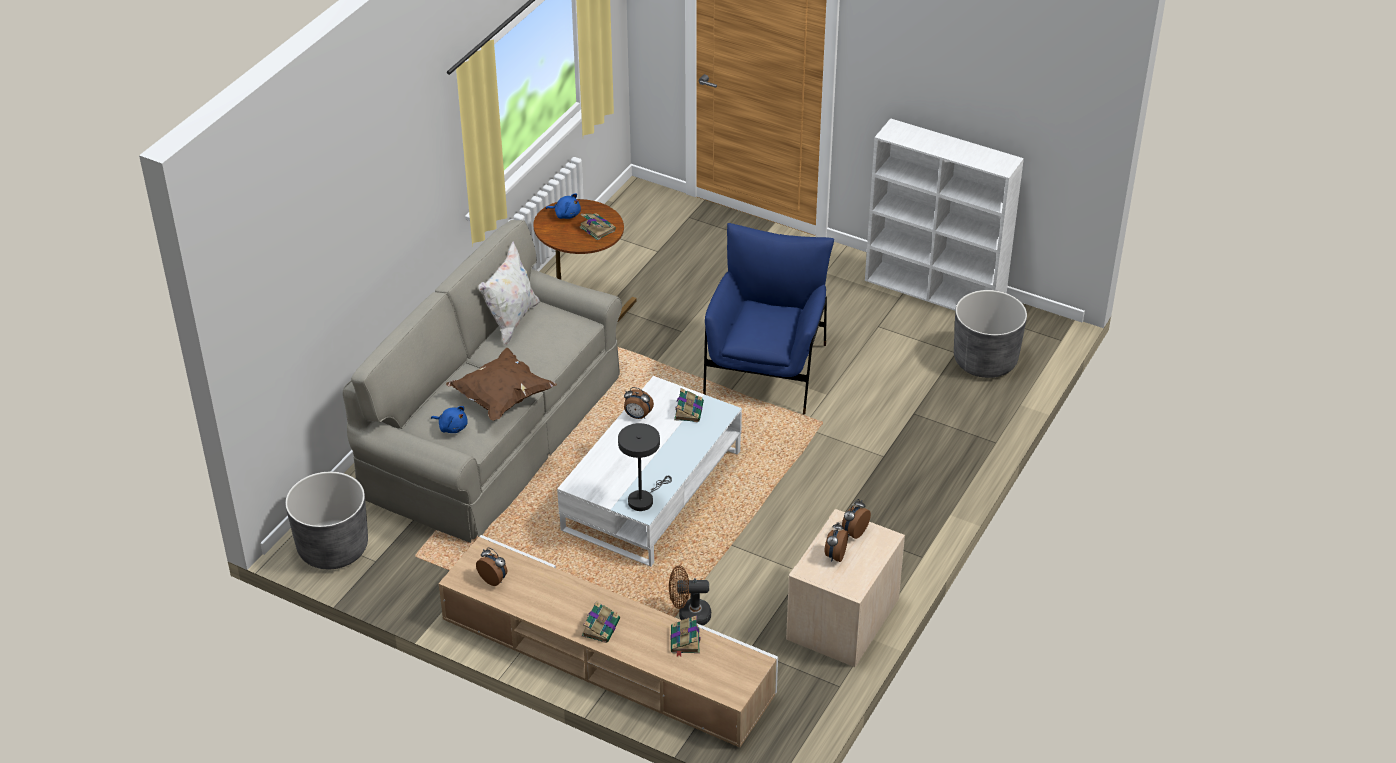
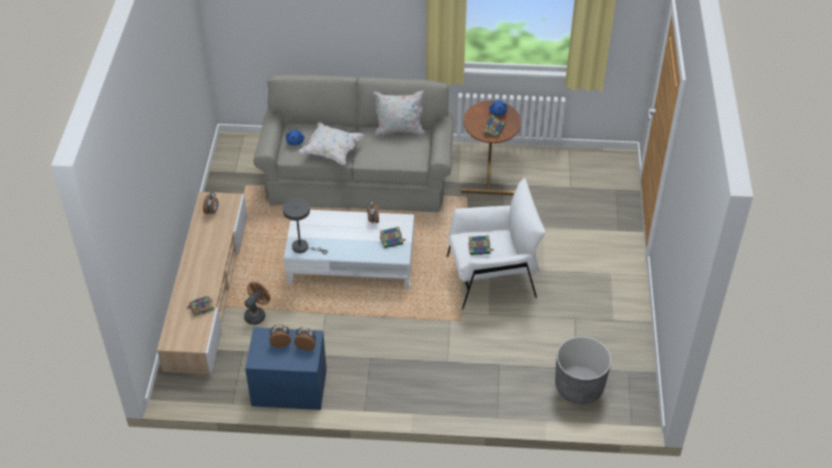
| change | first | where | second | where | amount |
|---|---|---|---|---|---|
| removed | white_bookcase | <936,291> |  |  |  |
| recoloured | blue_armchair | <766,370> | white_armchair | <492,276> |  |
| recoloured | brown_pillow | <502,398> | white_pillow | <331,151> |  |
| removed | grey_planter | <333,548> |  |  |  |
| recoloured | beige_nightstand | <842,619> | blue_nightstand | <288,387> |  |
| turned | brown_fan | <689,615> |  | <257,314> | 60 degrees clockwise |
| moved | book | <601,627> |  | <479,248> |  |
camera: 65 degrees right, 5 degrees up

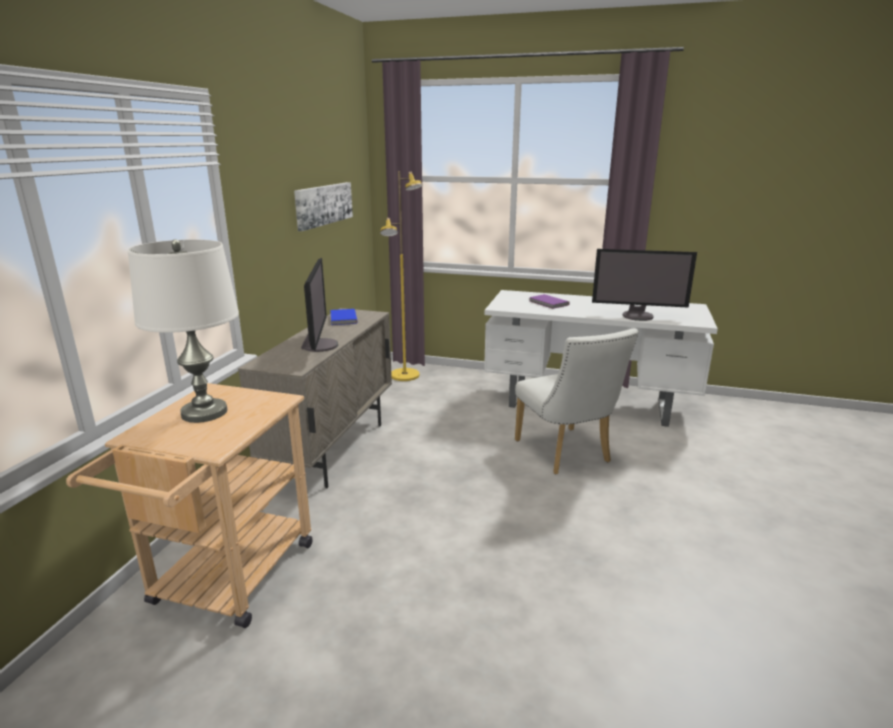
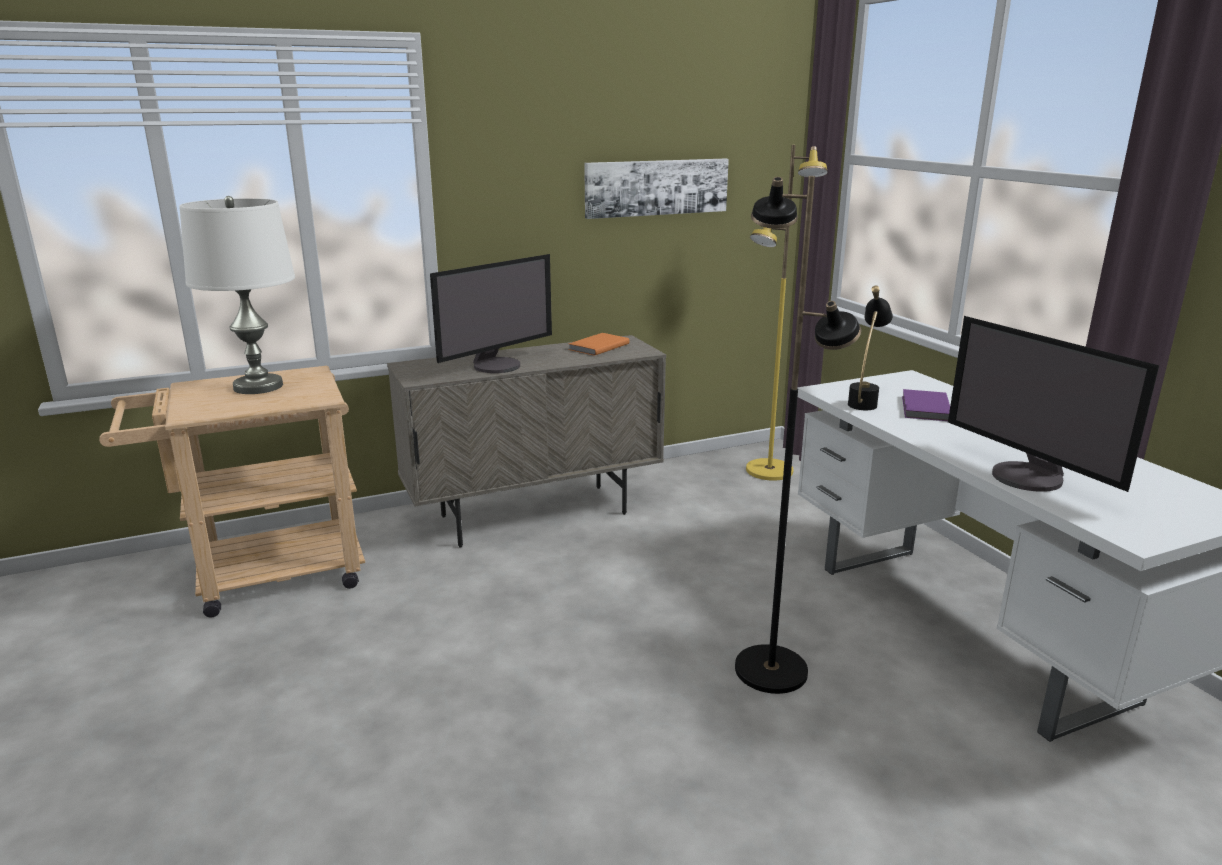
| change | first | where | second | where | amount |
|---|---|---|---|---|---|
| recoloured | blue_book | <342,319> | orange_book | <597,346> |  |
| replaced | white_chair | <566,454> | black_floor_lamp | <771,669> |  |
| added |  |  | black_table_lamp | <864,401> |  |
camera: 50 degrees right, 0 degrees up

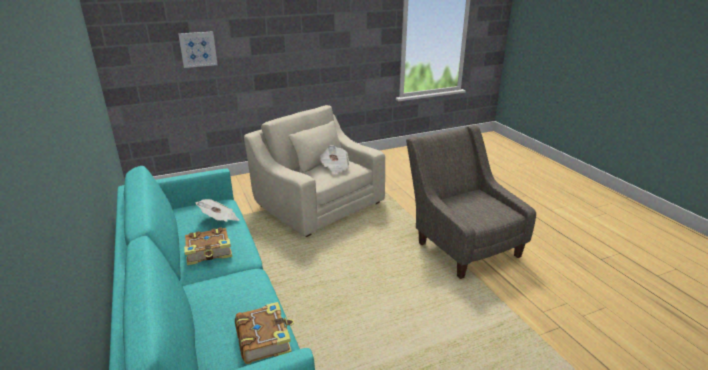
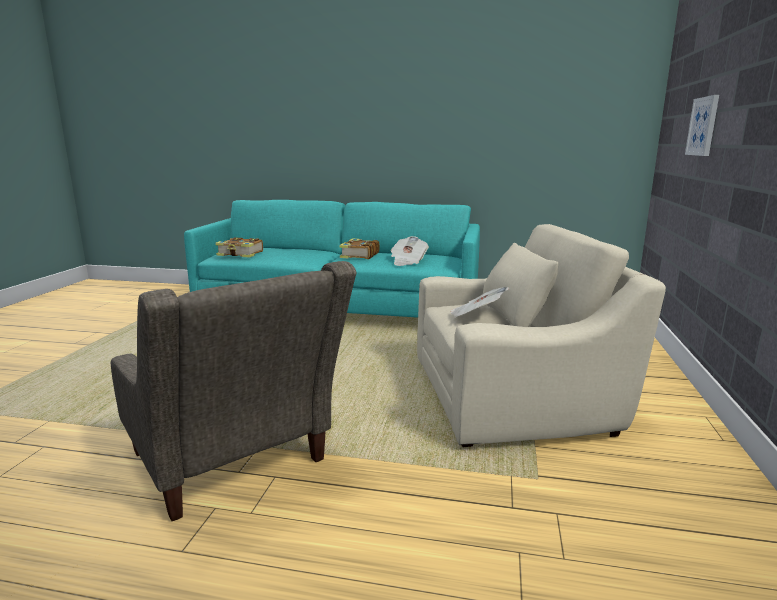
| change | first | where | second | where | amount |
|---|---|---|---|---|---|
| turned | grey_armchair | <461,244> |  | <236,466> | 45 degrees clockwise |
camera: 125 degrees right, 10 degrees down

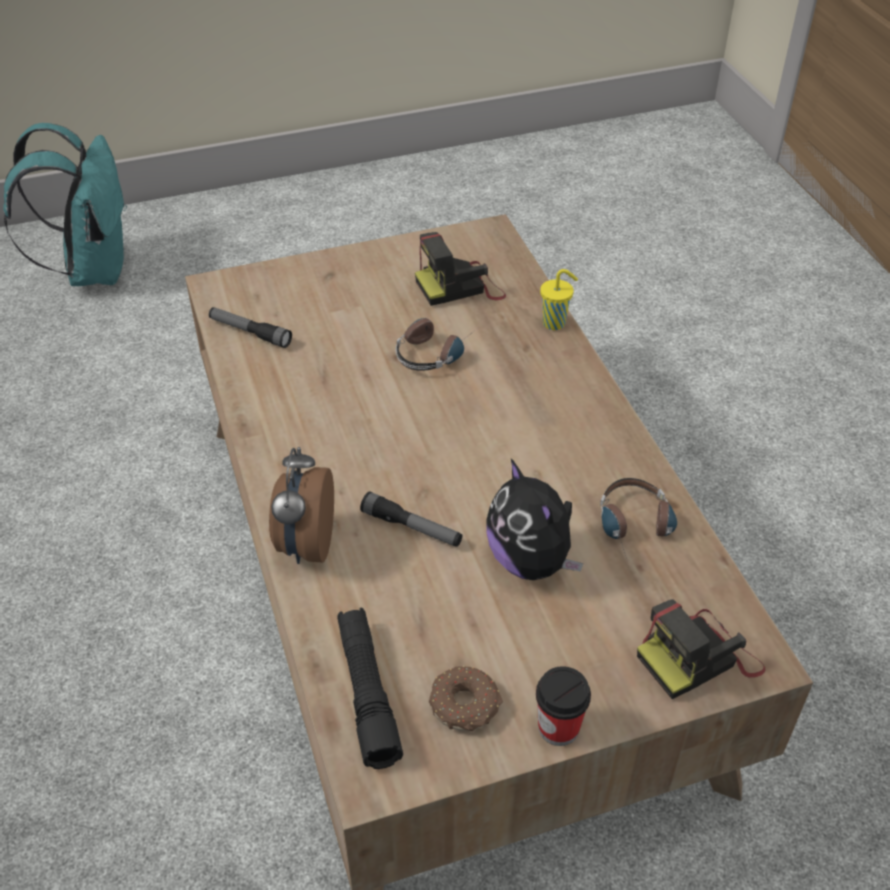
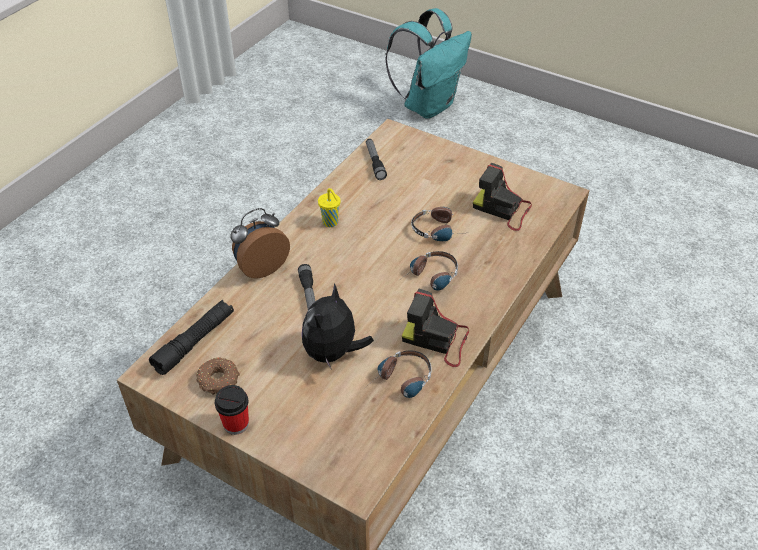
| change | first | where | second | where | amount |
|---|---|---|---|---|---|
| moved | yellow_cup | <555,323> |  | <331,223> |  |
| moved | photo_camera | <698,657> |  | <437,339> |  |
| added |  |  | headphones | <429,279> |  |
camera: 50 degrees right, 0 degrees up

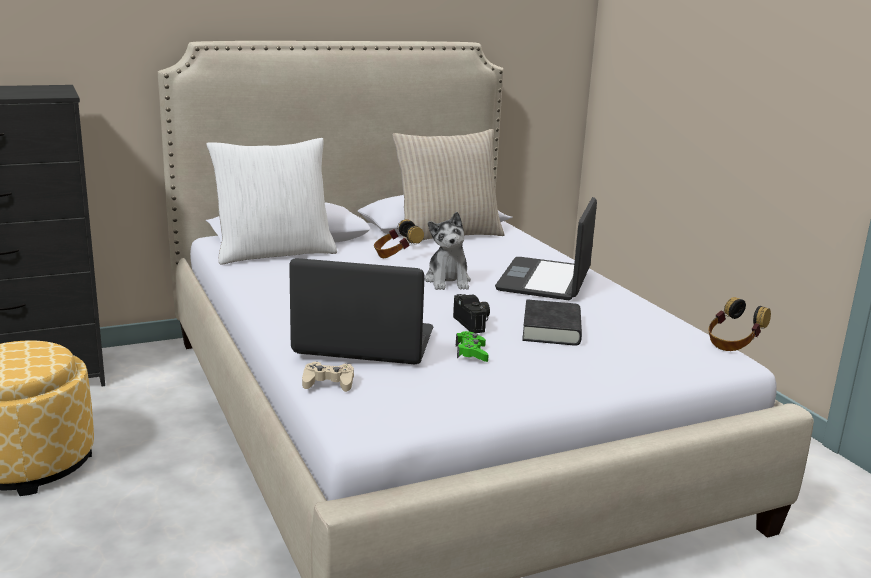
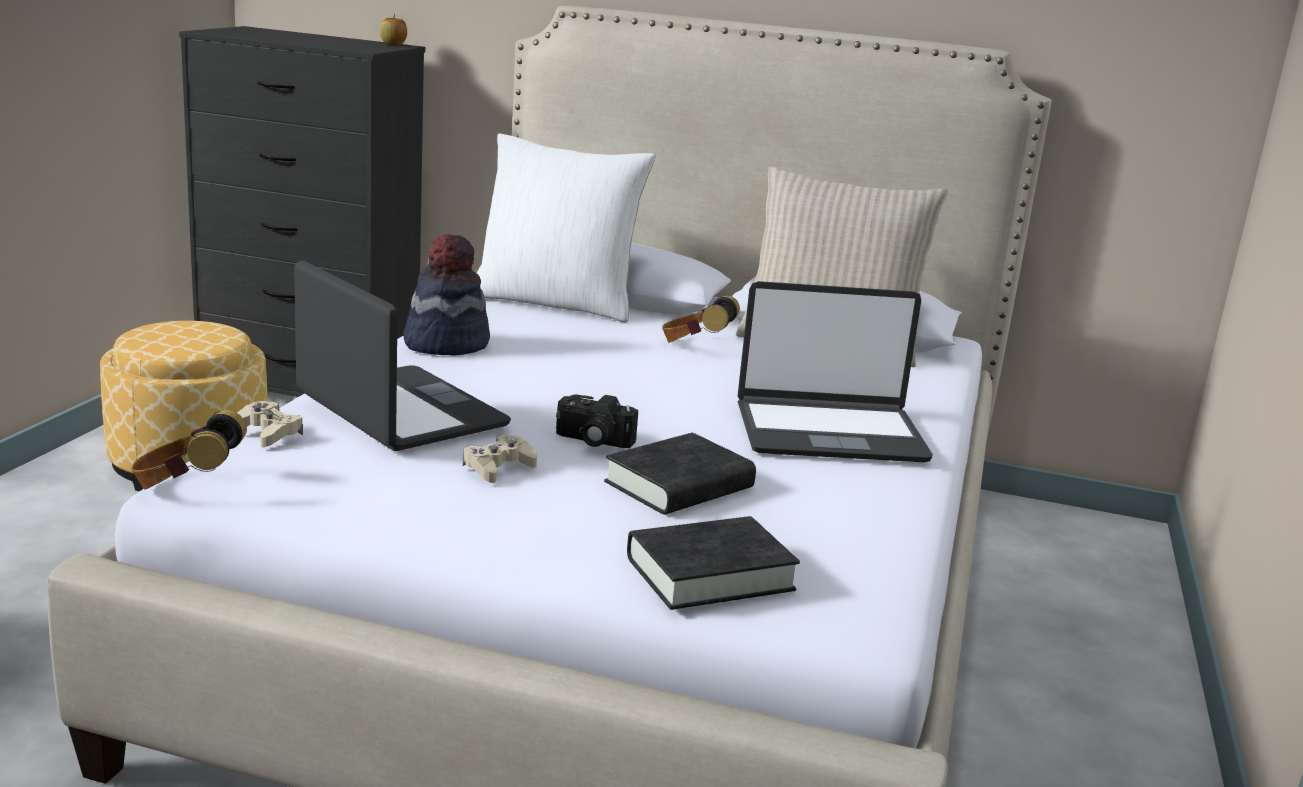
| change | first | where | second | where | amount |
|---|---|---|---|---|---|
| turned | laptop | <545,281> |  | <829,433> | 150 degrees counterclockwise |
| removed | plush_toy | <448,281> |  |  |  |
| turned | photo_camera | <474,322> |  | <592,441> | 90 degrees clockwise |
| moved | headphones | <733,344> |  | <187,487> |  |
| recoloured | green_game_controller | <471,353> | beige_game_controller | <498,467> |  |
| added |  |  | apple | <393,44> |  |
| added |  |  | hat | <446,344> |  |
| added |  |  | black_book | <709,574> |  |
camera: 40 degrees right, 0 degrees up

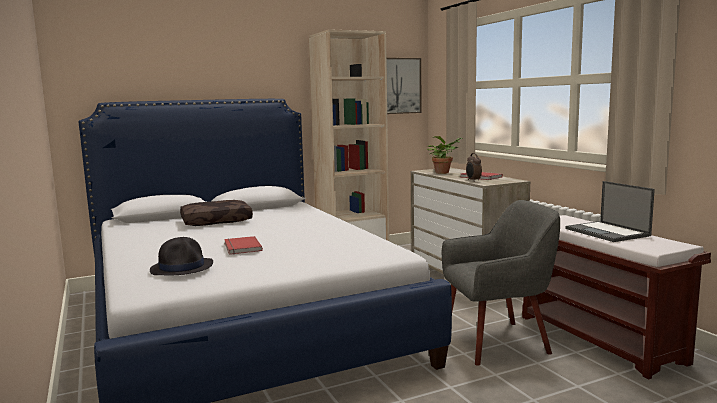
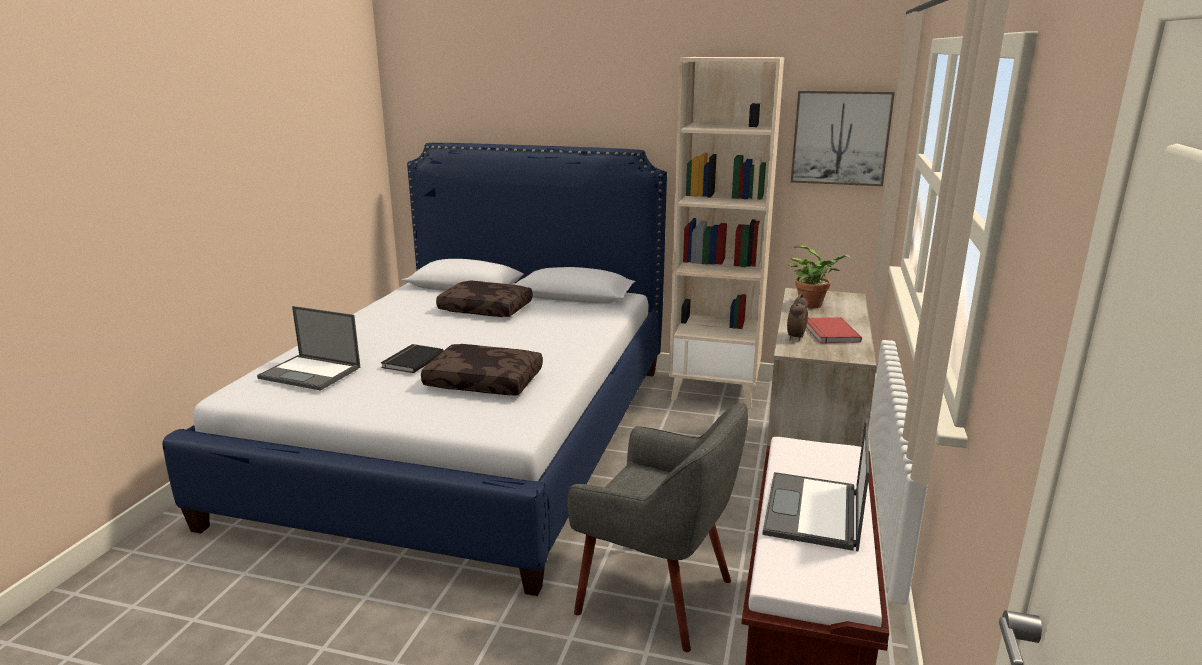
| change | first | where | second | where | amount |
|---|---|---|---|---|---|
| recoloured | red_book | <241,247> | black_book | <411,360> |  |
| replaced | black_hat | <182,267> | laptop | <311,373> |  |
| added |  |  | brown_pillow | <485,381> |  |
camera: 40 degrees right, 10 degrees up

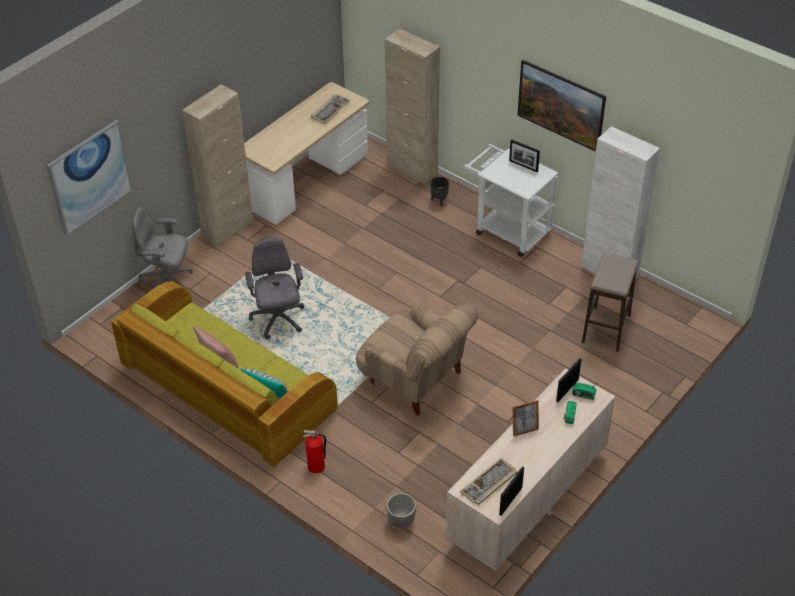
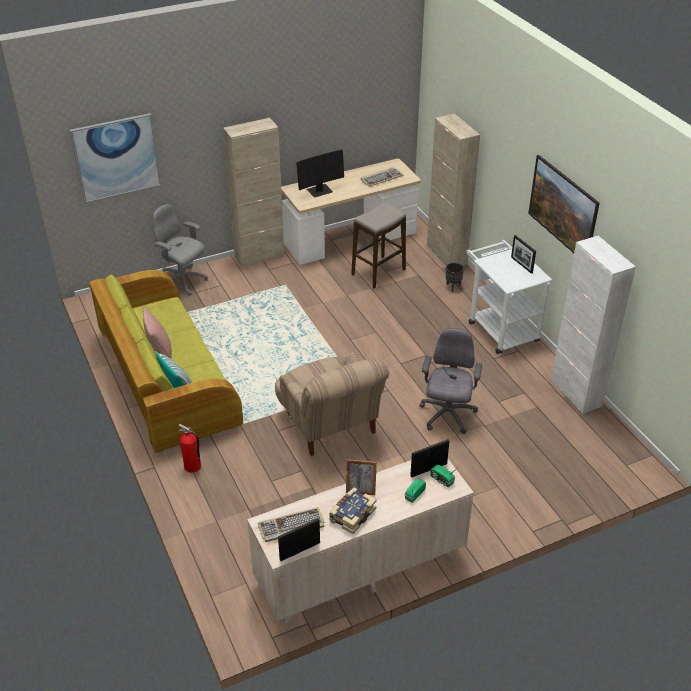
| change | first | where | second | where | amount |
|---|---|---|---|---|---|
| moved | grey_office_chair | <278,320> |  | <447,415> |  |
| moved | stool | <606,329> |  | <378,272> |  |
| removed | planter | <401,521> |  |  |  |
| added |  |  | monitor | <319,191> |  |
| added |  |  | book | <351,515> |  |
camera: 25 degrees right, 5 degrees down

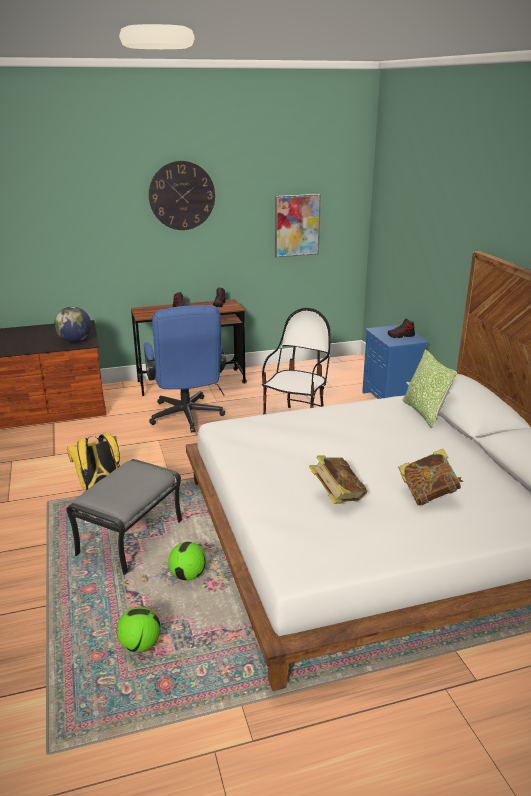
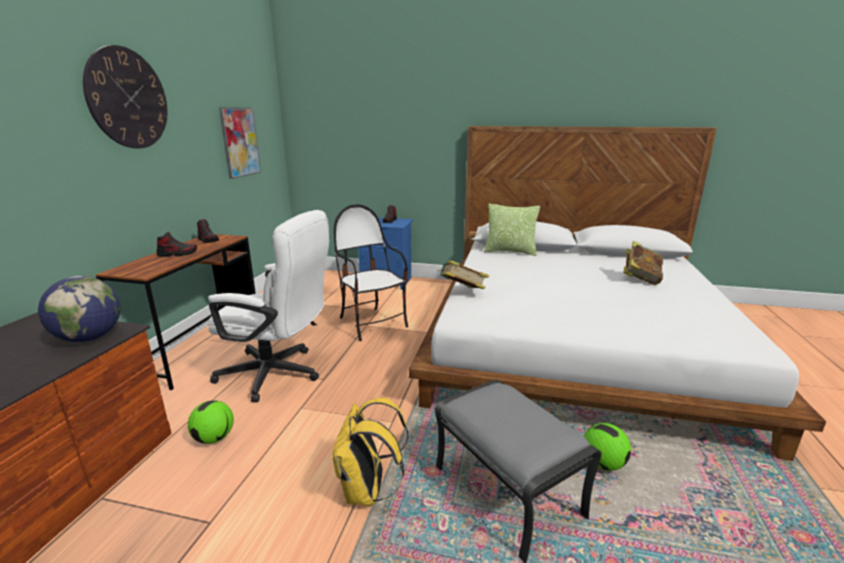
| change | first | where | second | where | amount |
|---|---|---|---|---|---|
| recoloured | blue_office_chair | <187,418> | white_office_chair | <278,374> |  |
| moved | book | <337,497> |  | <461,292> |  |
| moved | football | <140,645> |  | <214,438> |  |
camera: 60 degrees left, 5 degrees down

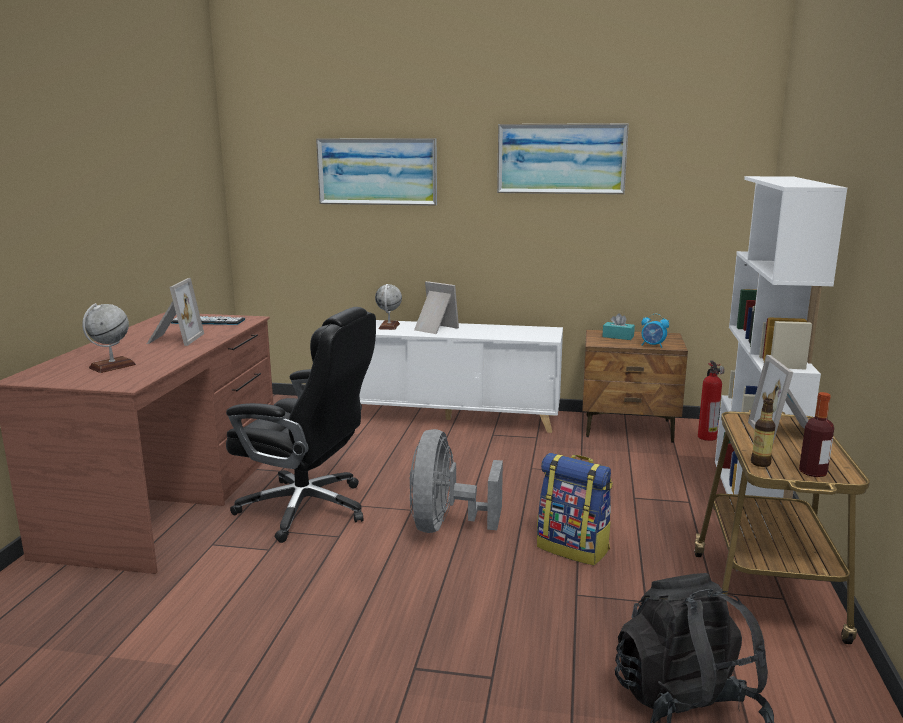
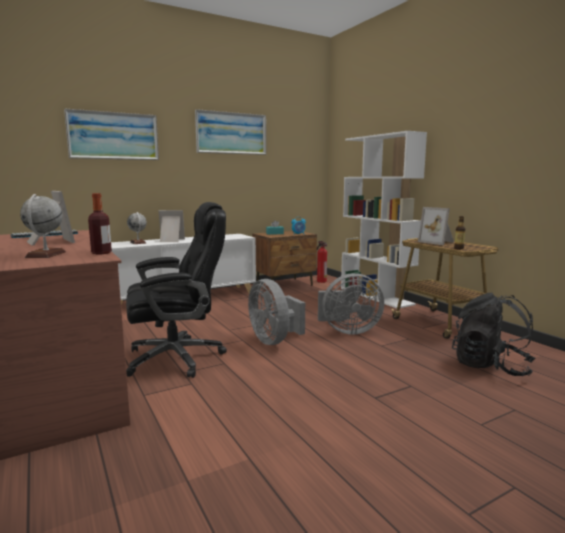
| change | first | where | second | where | amount |
|---|---|---|---|---|---|
| moved | bottle | <813,472> |  | <101,253> |  |
| replaced | backpack | <574,548> | grey_fan | <347,331> |  |
camera: 40 degrees left, 5 degrees down

